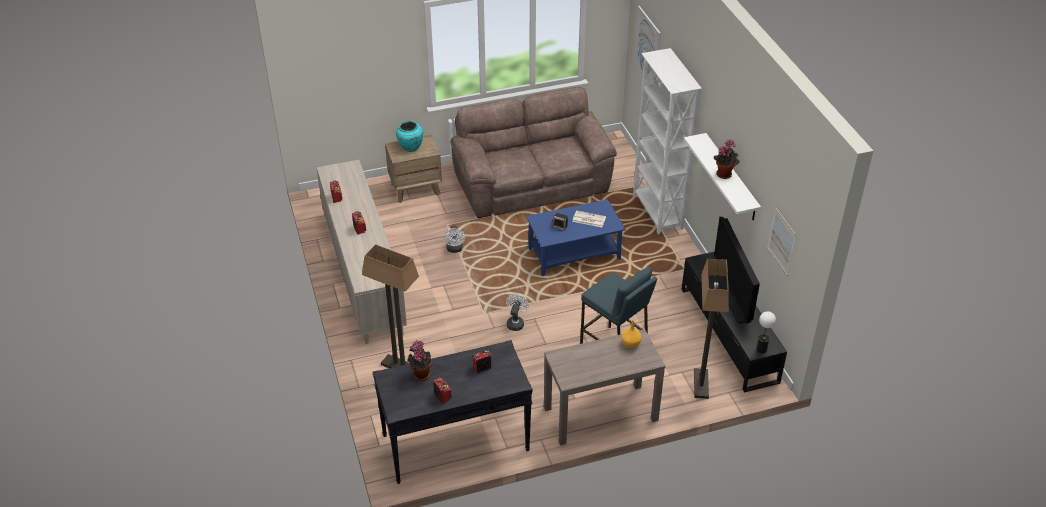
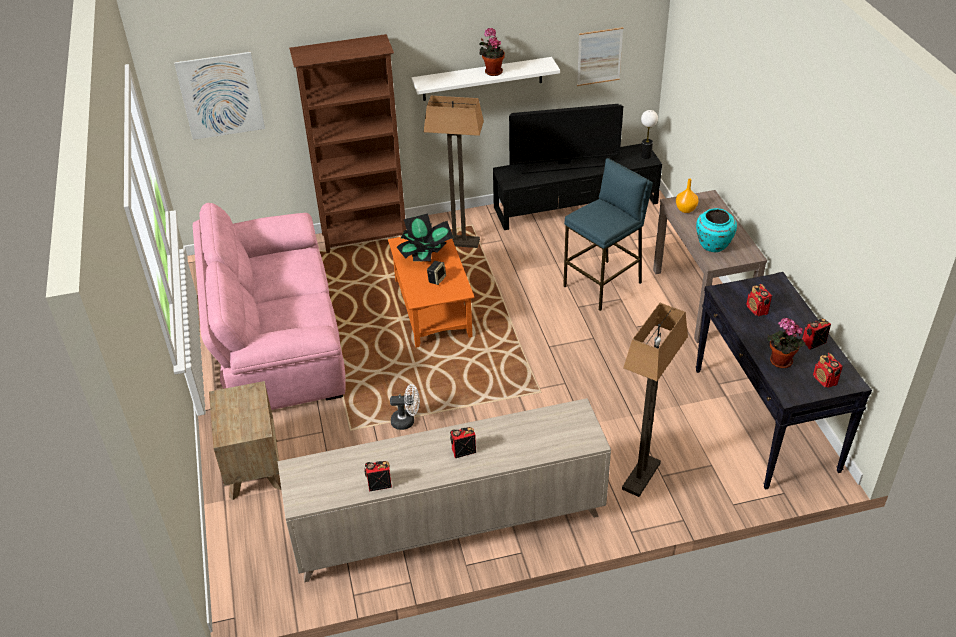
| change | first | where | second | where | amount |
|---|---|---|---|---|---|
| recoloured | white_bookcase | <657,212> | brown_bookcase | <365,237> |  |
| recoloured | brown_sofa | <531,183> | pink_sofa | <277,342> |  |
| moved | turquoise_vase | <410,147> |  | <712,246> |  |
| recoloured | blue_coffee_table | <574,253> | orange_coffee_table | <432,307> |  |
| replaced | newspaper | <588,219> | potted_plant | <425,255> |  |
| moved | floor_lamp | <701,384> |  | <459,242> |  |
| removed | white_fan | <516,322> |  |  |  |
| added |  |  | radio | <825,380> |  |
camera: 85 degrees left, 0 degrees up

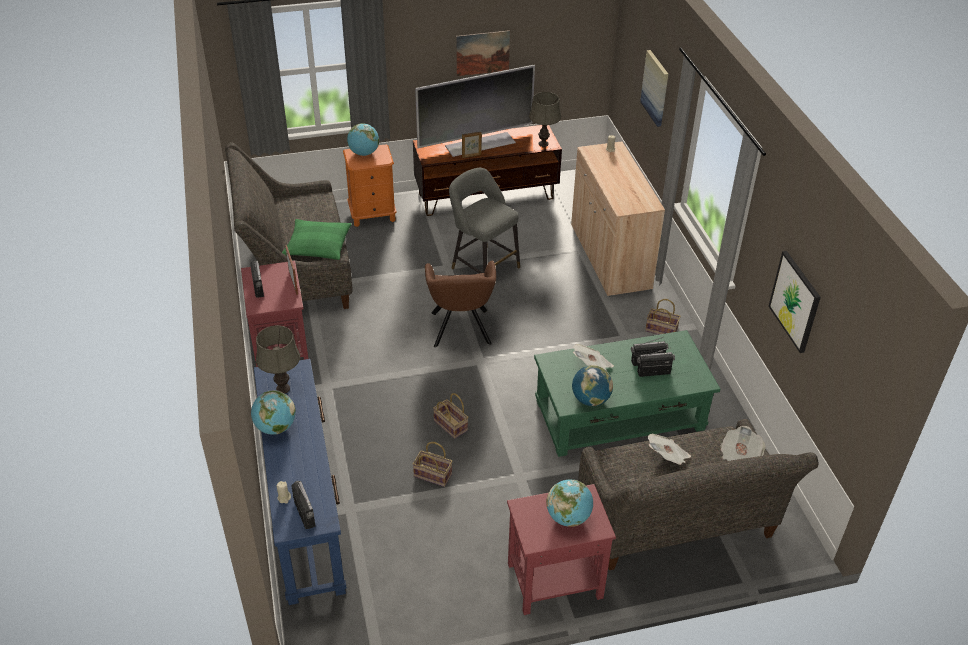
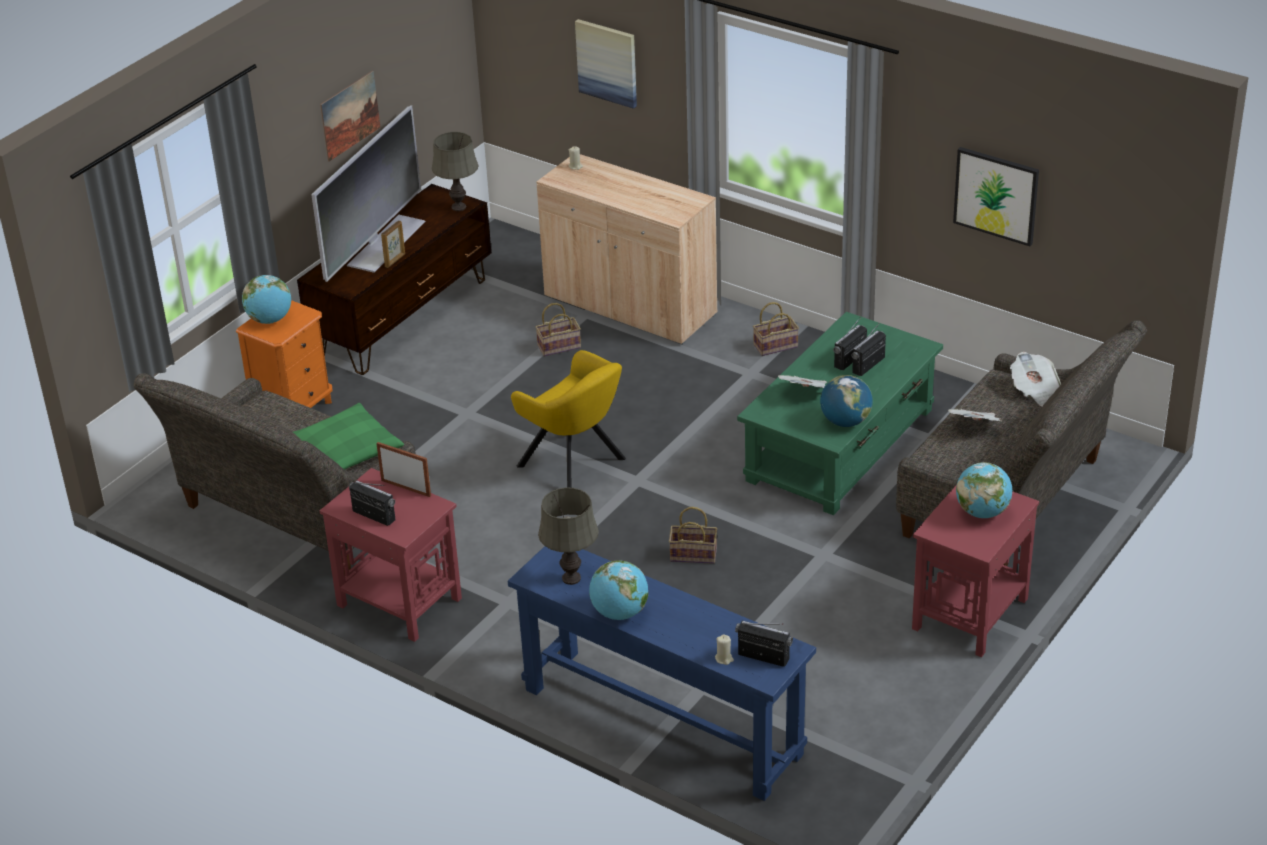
| change | first | where | second | where | amount |
|---|---|---|---|---|---|
| removed | grey_stool | <482,266> |  |  |  |
| recoloured | brown_armchair | <461,331> | yellow_armchair | <575,465> |  |
| moved | basket | <434,475> |  | <560,346> |  |
camera: 40 degrees left, 5 degrees down

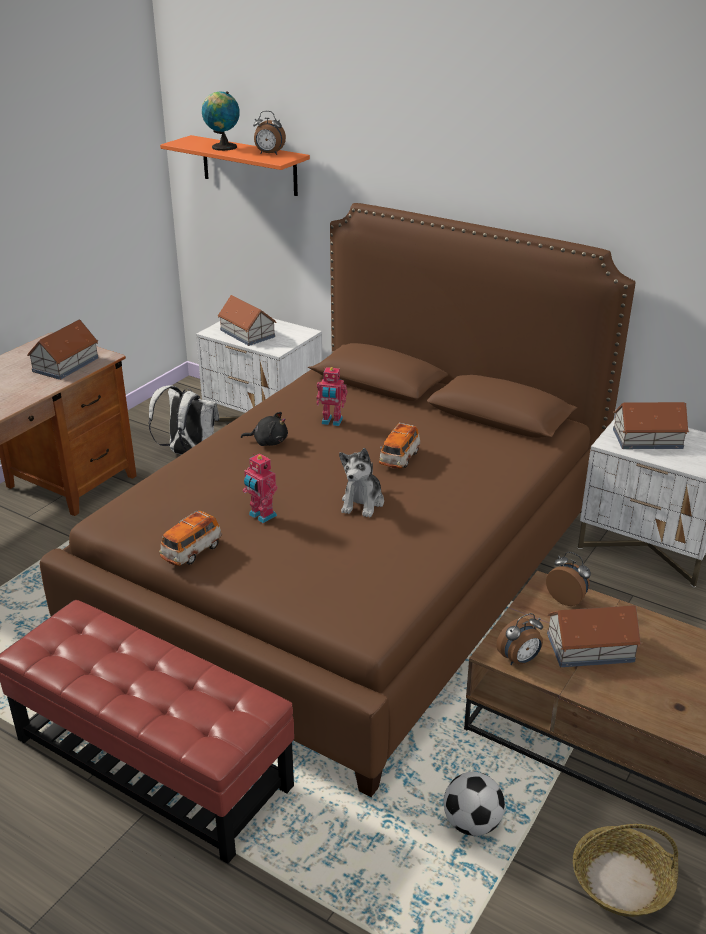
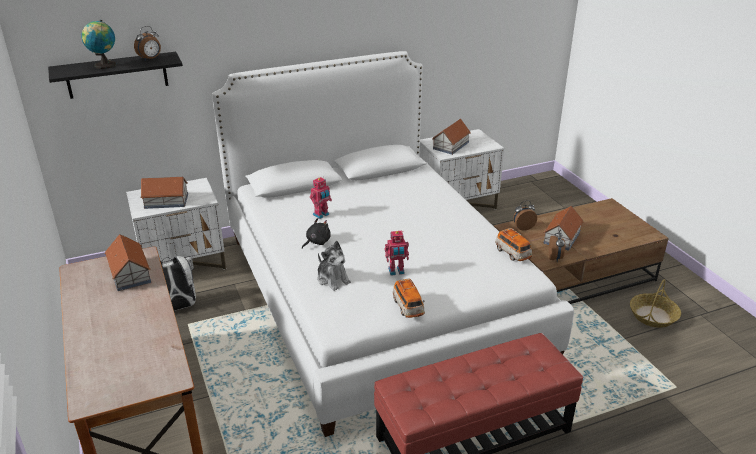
| change | first | where | second | where | amount |
|---|---|---|---|---|---|
| recoloured | orange_shelf | <249,165> | black_shelf | <117,75> |  |
| recoloured | brown_bed | <352,568> | white_bed | <377,294> |  |
| moved | toy_car | <399,459> |  | <512,253> |  |
| moved | plush_toy | <362,503> |  | <333,279> |  |
| removed | football | <472,824> |  |  |  |
camera: 55 degrees left, 0 degrees up

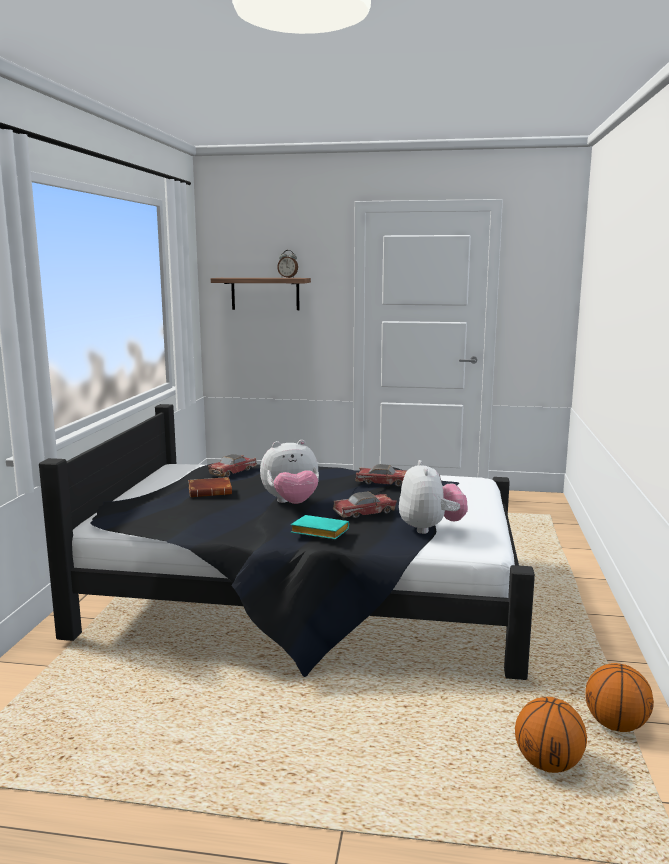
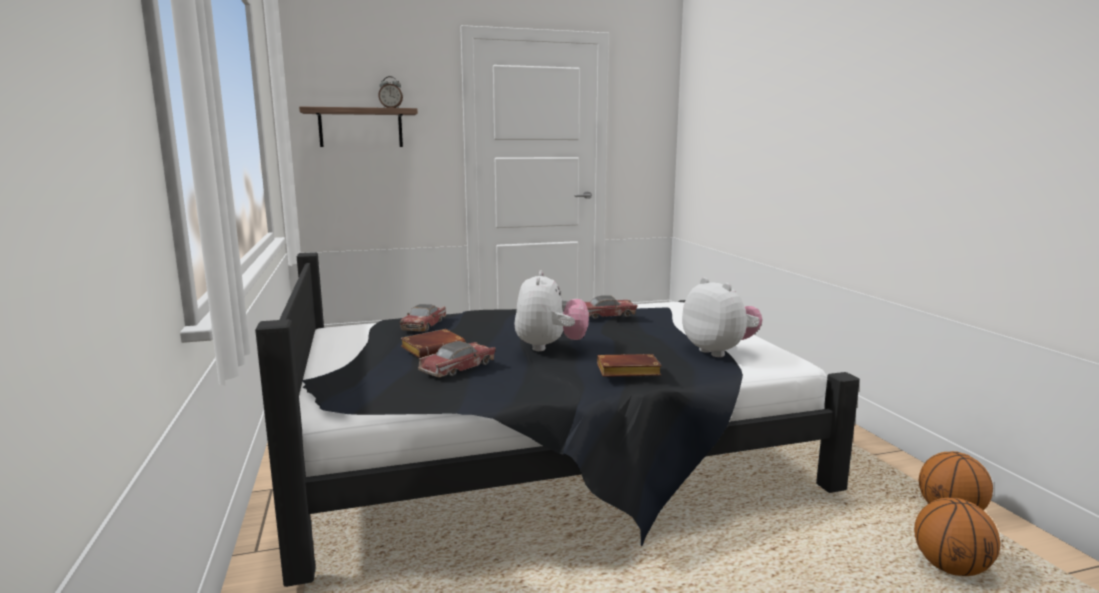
| change | first | where | second | where | amount |
|---|---|---|---|---|---|
| turned | plush_toy | <291,503> |  | <550,347> | 45 degrees counterclockwise |
| moved | toy_car | <364,512> |  | <458,367> |  |
| recoloured | turquoise_book | <318,532> | brown_book | <626,372> |  |
camera: 25 degrees left, 0 degrees up

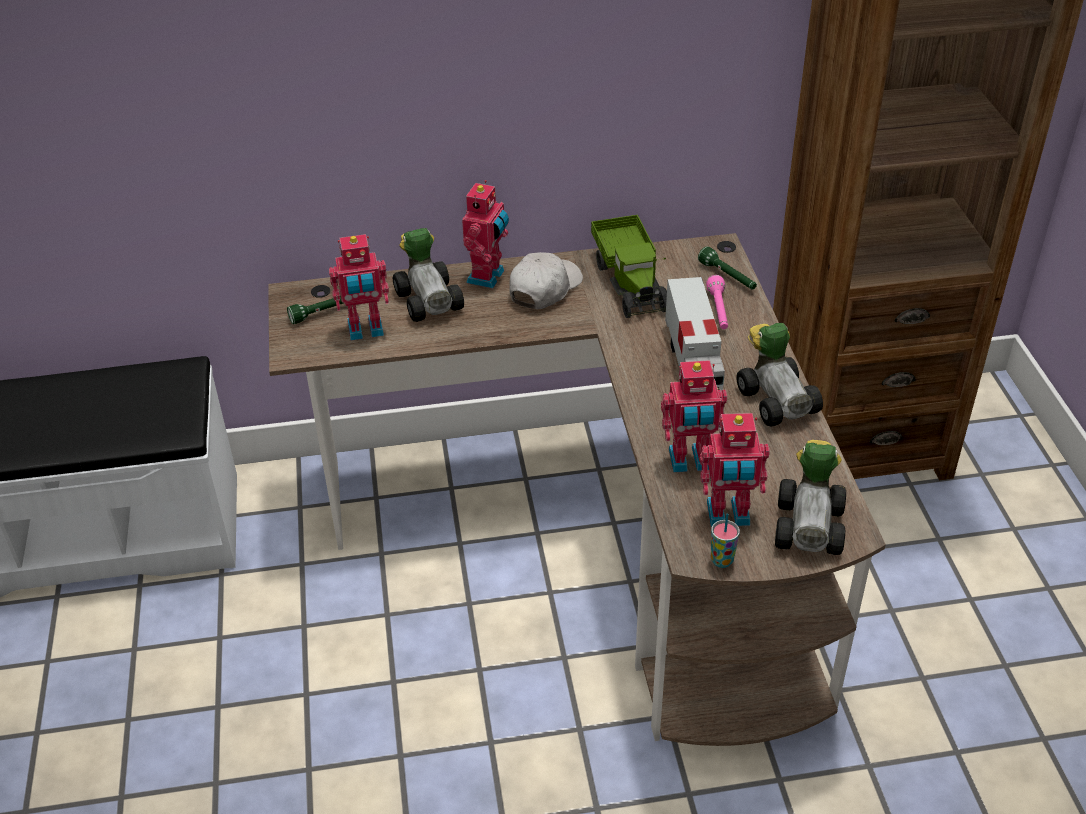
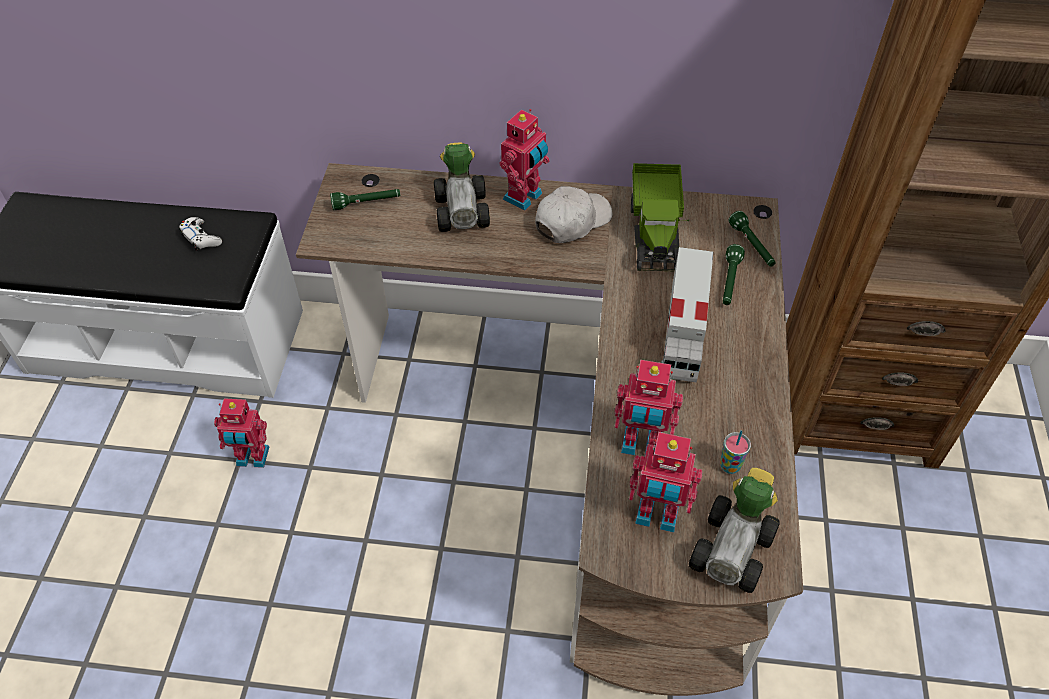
| change | first | where | second | where | amount |
|---|---|---|---|---|---|
| moved | toy_robot | <366,330> |  | <252,458> |  |
| recoloured | pink_flashlight | <718,311> | green_flashlight | <729,282> |  |
| removed | toy_car | <777,397> |  |  |  |
| moved | cup | <722,560> |  | <730,466> |  |
| added |  |  | white_game_controller | <201,238> |  |
camera: 15 degrees right, 10 degrees up

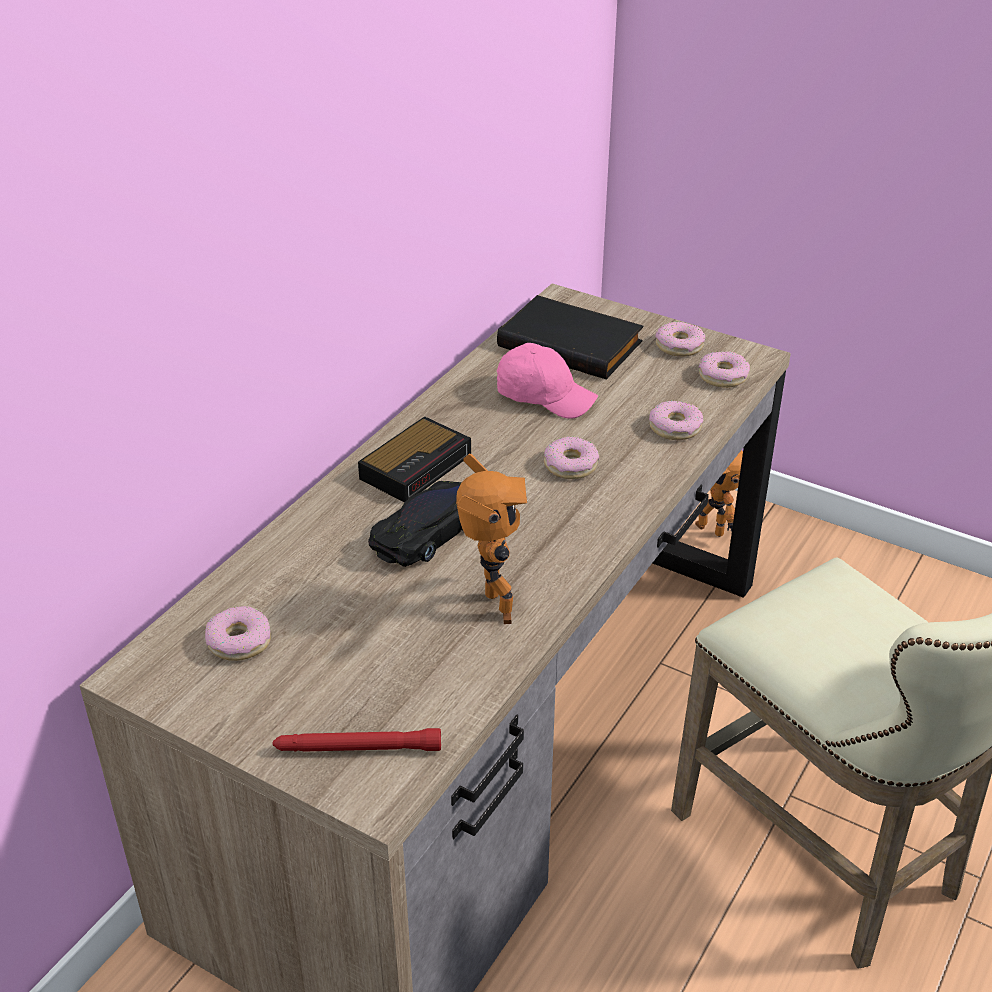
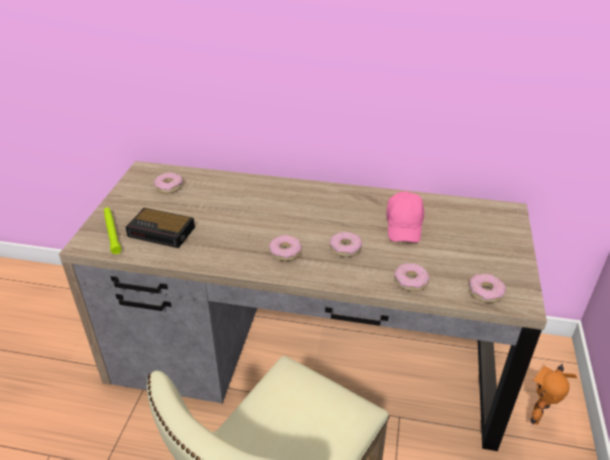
| change | first | where | second | where | amount |
|---|---|---|---|---|---|
| removed | black_book | <572,343> |  |  |  |
| moved | donut | <679,346> |  | <285,252> |  |
| moved | alarm_clock | <417,465> |  | <163,232> |  |
| removed | toy_robot | <492,610> |  |  |  |
| removed | black_toy_car | <431,531> |  |  |  |
| recoloured | red_flashlight | <357,748> | green_flashlight | <112,232> |  |
camera: 70 degrees right, 0 degrees up

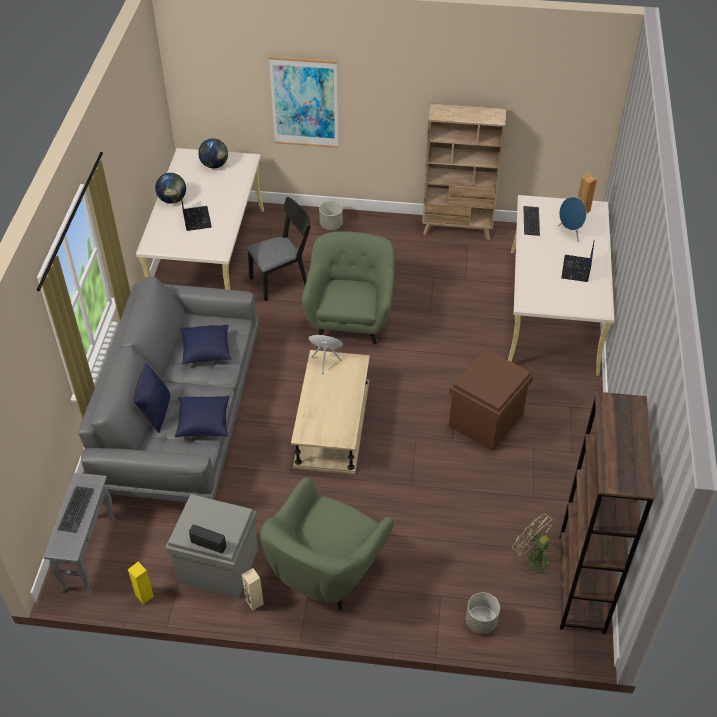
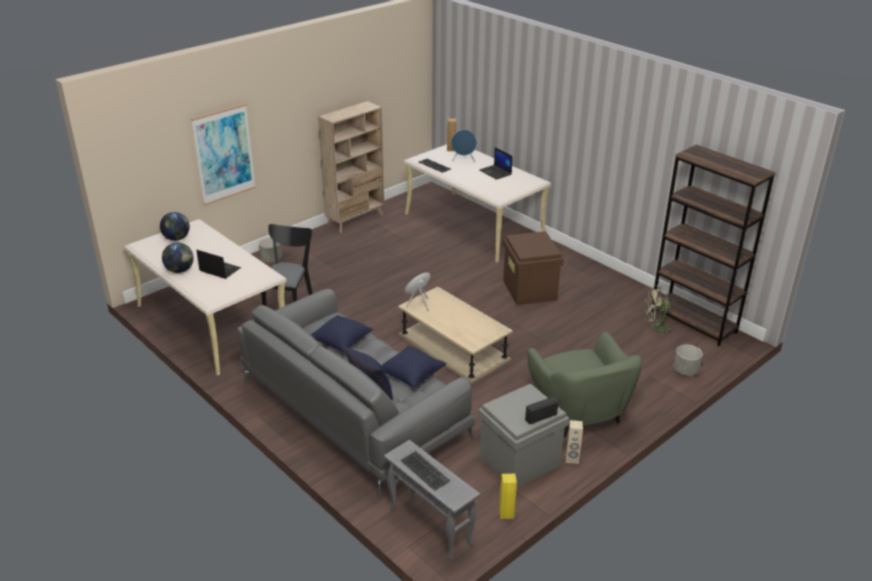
| change | first | where | second | where | amount |
|---|---|---|---|---|---|
| removed | green_armchair | <350,319> |  |  |  |
camera: 50 degrees left, 15 degrees down

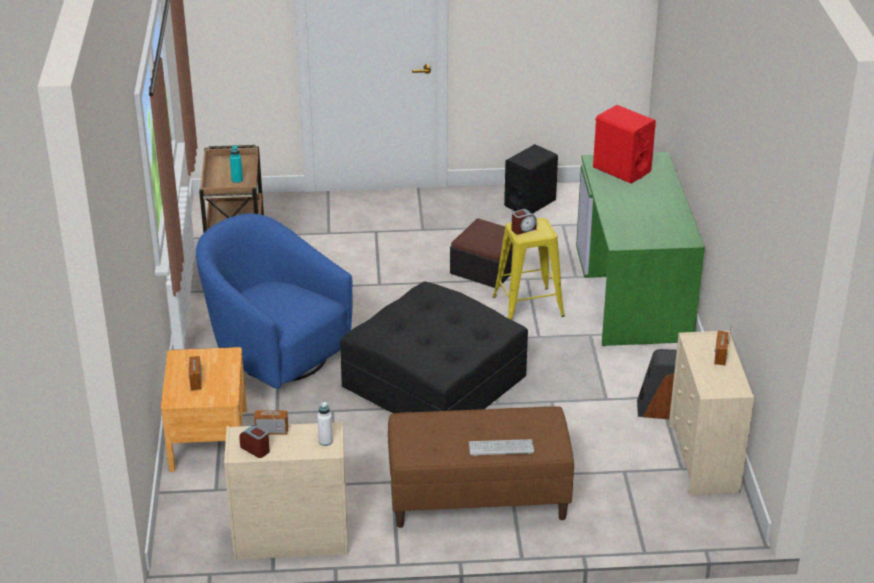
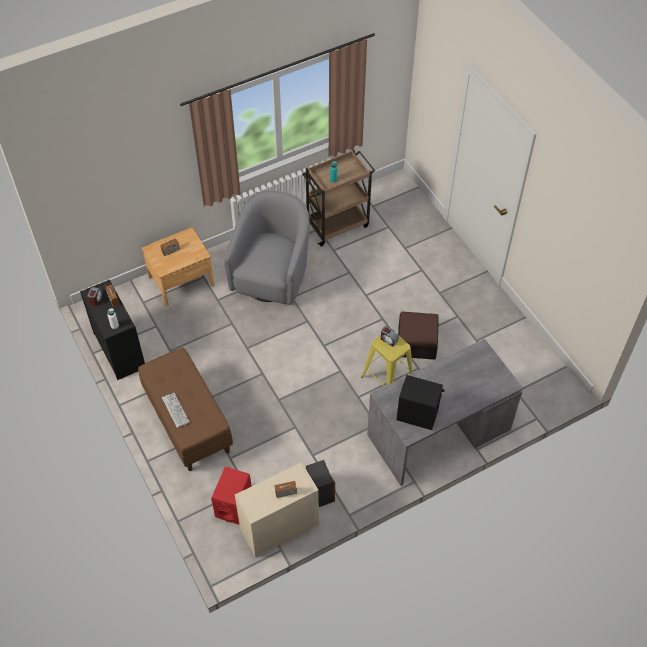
| change | first | where | second | where | amount |
|---|---|---|---|---|---|
| moved | red_speaker | <621,169> |  | <234,505> |  |
| moved | black_speaker | <530,203> |  | <417,414> |  |
| recoloured | green_desk | <633,293> | grey_desk | <438,433> |  |
| recoloured | blue_armchair | <275,351> | grey_armchair | <272,275> |  |
| removed | black_ottoman | <433,381> |  |  |  |
| recoloured | beige_dresser | <289,539> | black_dresser | <119,350> |  |
camera: 65 degrees right, 20 degrees up

